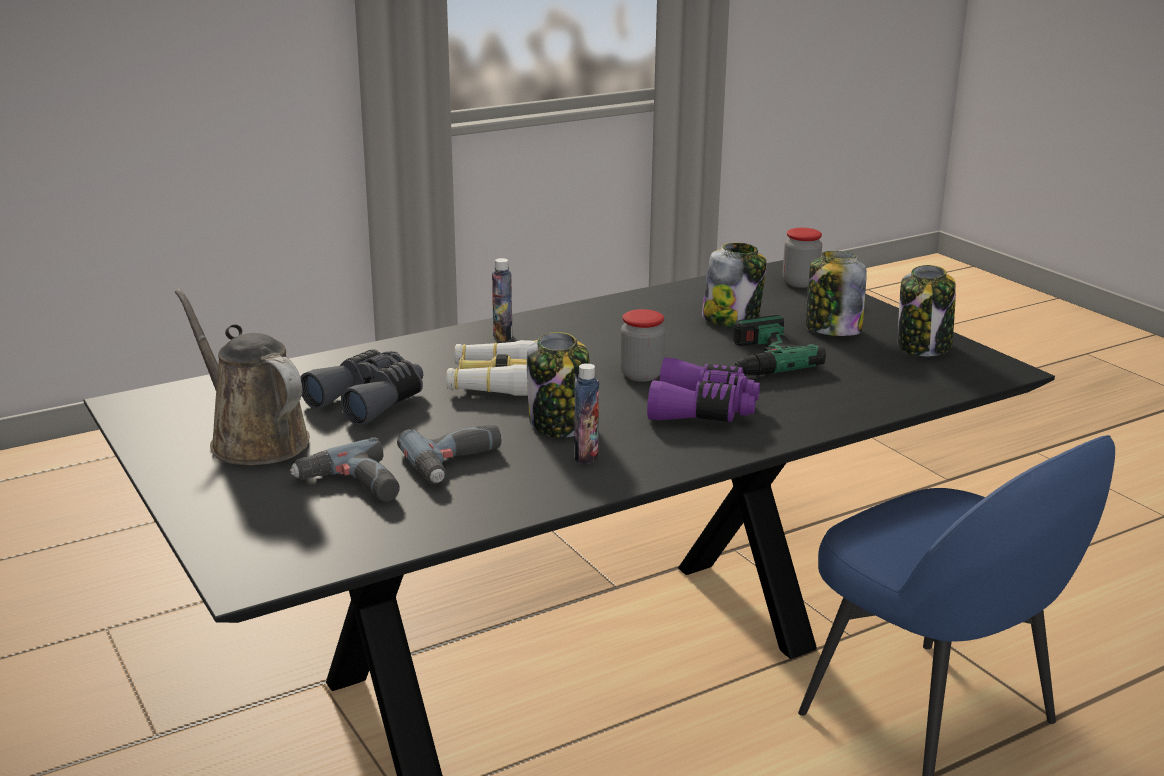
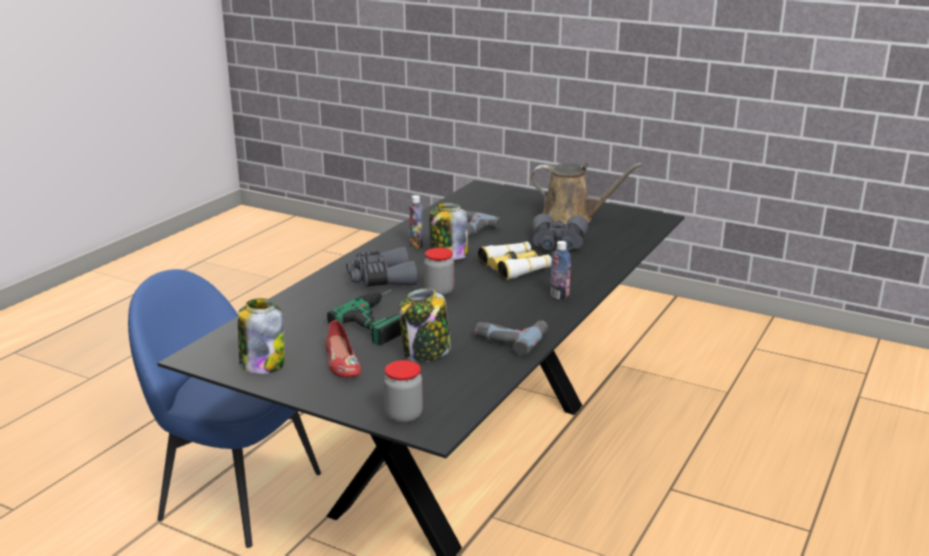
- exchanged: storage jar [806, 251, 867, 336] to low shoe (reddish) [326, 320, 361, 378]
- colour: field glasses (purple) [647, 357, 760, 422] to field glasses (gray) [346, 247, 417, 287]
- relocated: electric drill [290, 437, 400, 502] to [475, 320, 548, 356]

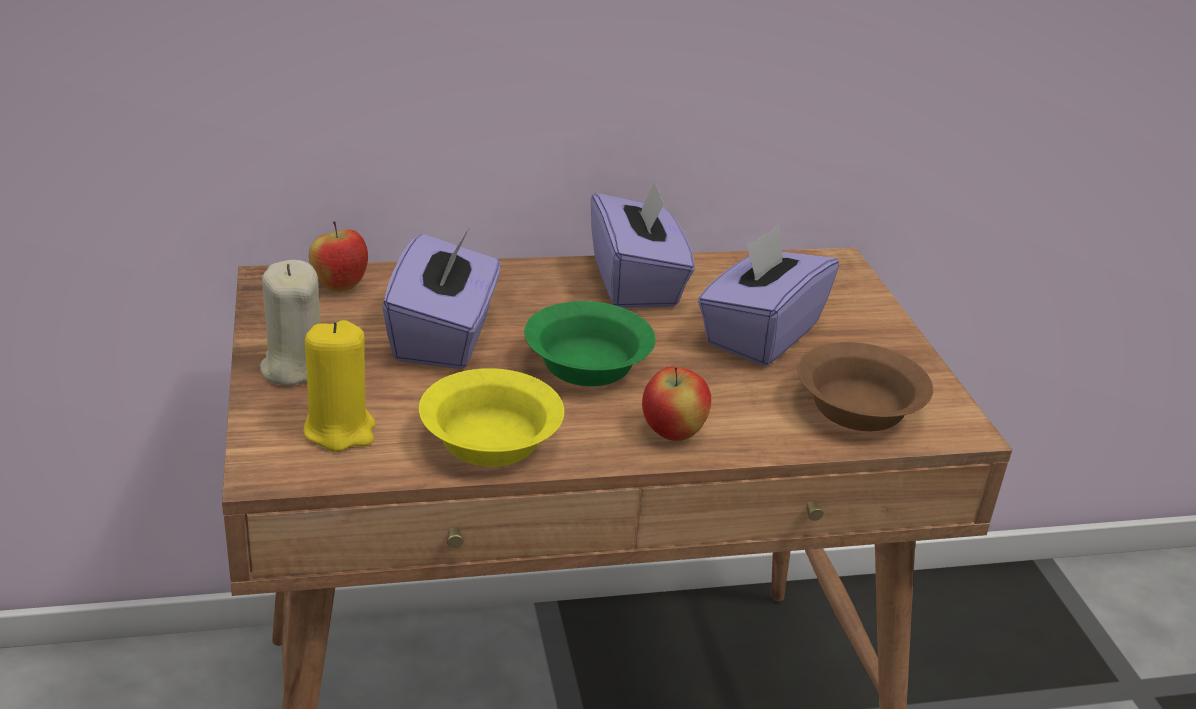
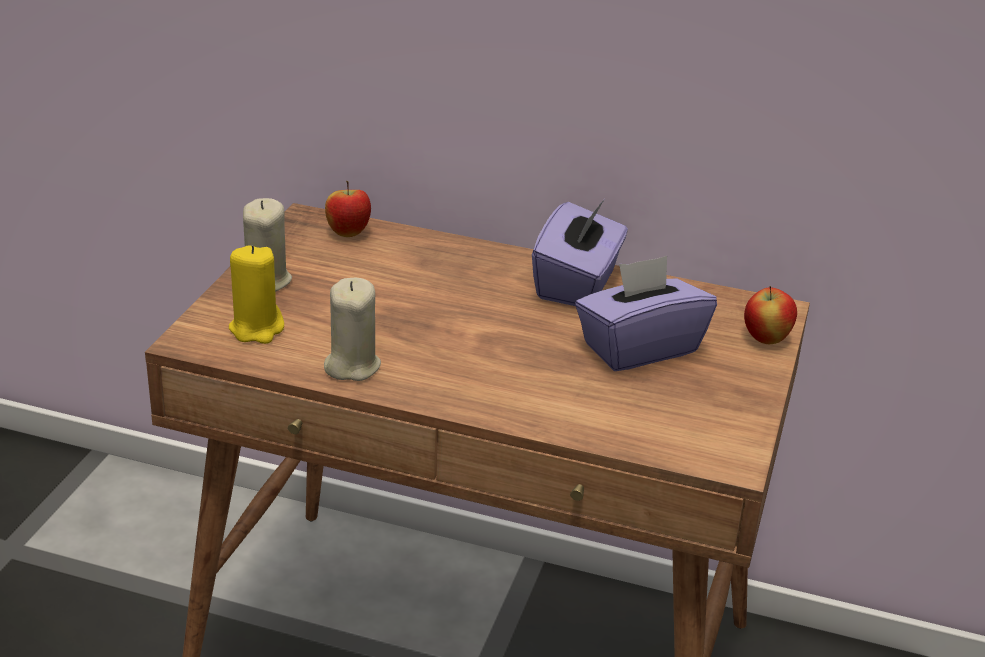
- exchanged: deep dish (yellow) [419, 368, 564, 467] to wax light (sand-coloured) [324, 278, 381, 381]
- relocated: apple [642, 367, 711, 441] to [744, 286, 797, 344]
- missing: box of tissues (purple) [382, 227, 500, 369]
- missing: deep dish (greenish) [524, 301, 656, 386]
- missing: deep dish (brownish) [798, 342, 933, 431]

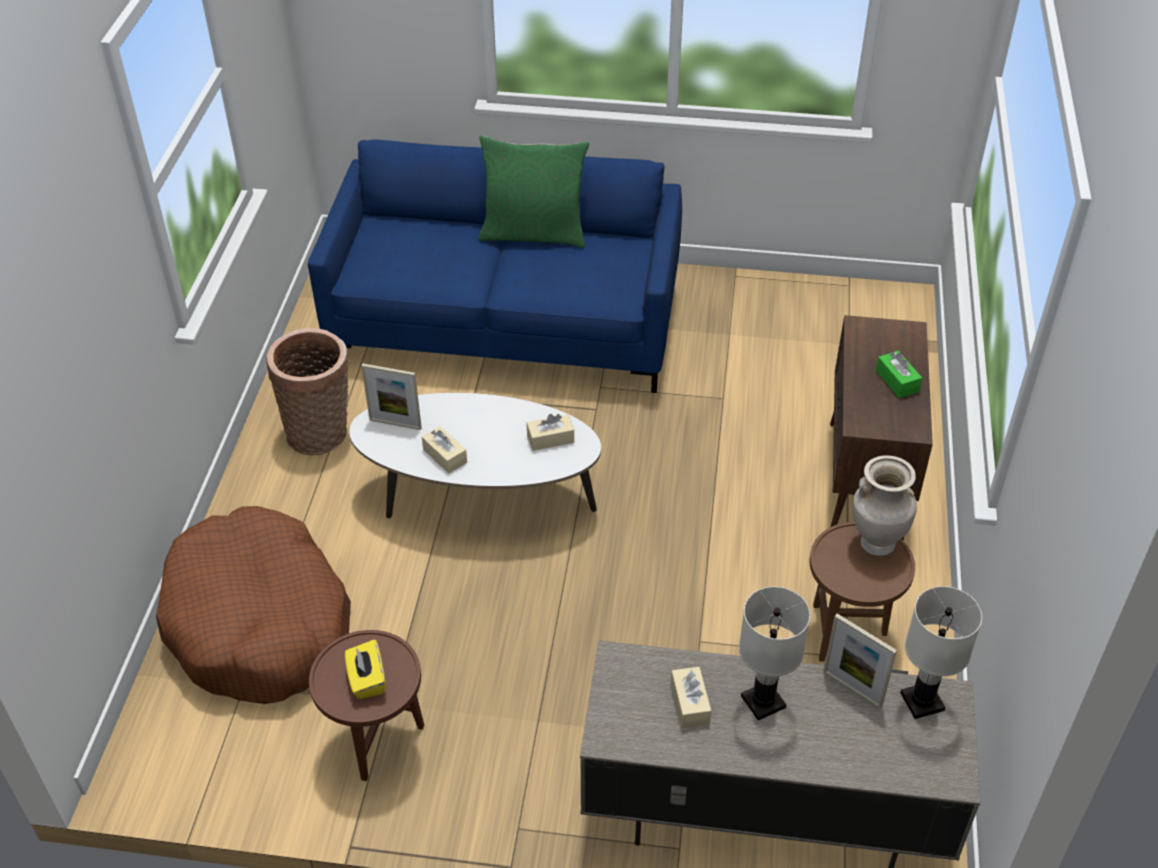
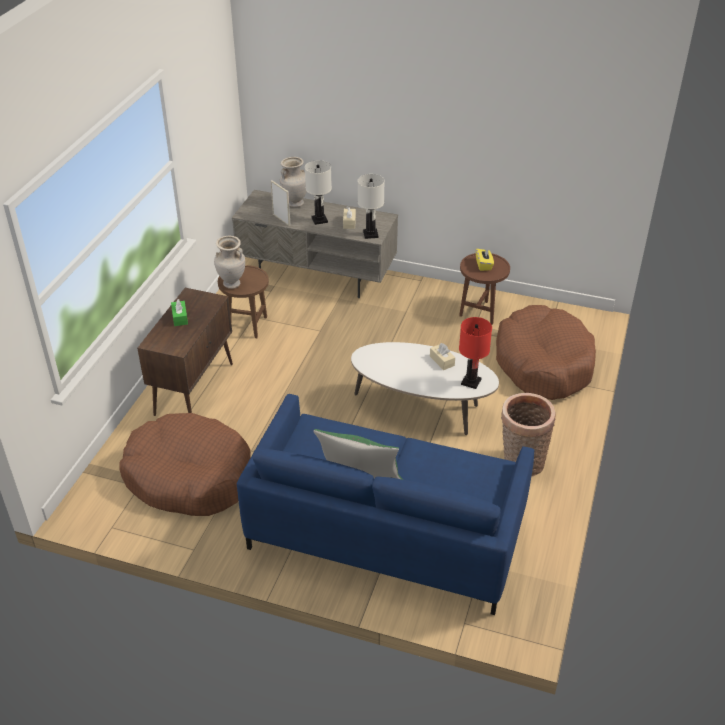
- appeared: dog bed (brownish) [119, 413, 251, 516]
- appeared: decorative vase (sand-coloured) [280, 157, 307, 207]
- relocated: tabletop lamp (white) [900, 586, 982, 719] to [358, 174, 385, 239]
- exchanged: picture frame [361, 363, 422, 430] to tabletop lamp (reddish) [459, 317, 492, 389]
- missing: box of tissues (sand-coloured) [527, 414, 574, 451]

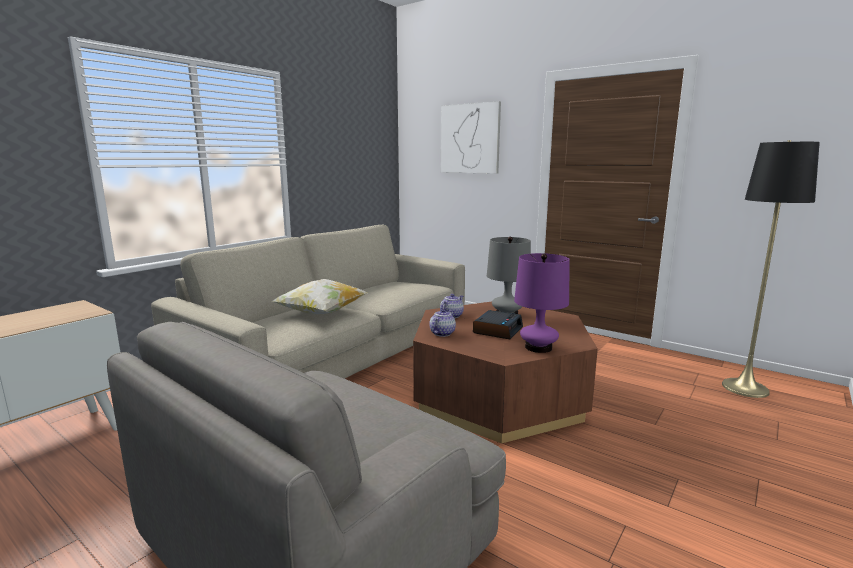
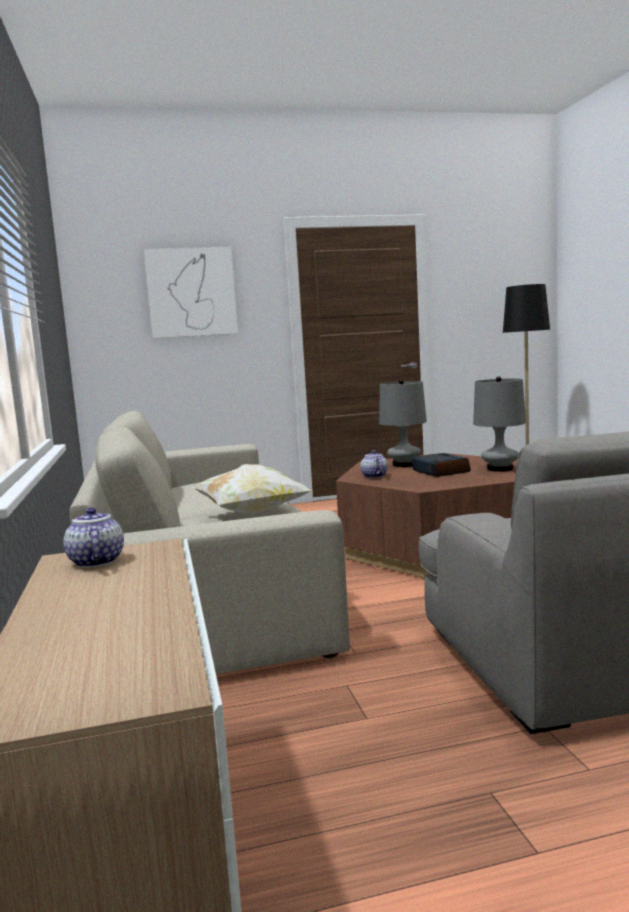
- relocated: teapot [429, 309, 456, 337] to [63, 507, 124, 568]
- colour: tabletop lamp (purple) [514, 253, 570, 353] to tabletop lamp (gray) [473, 376, 526, 472]

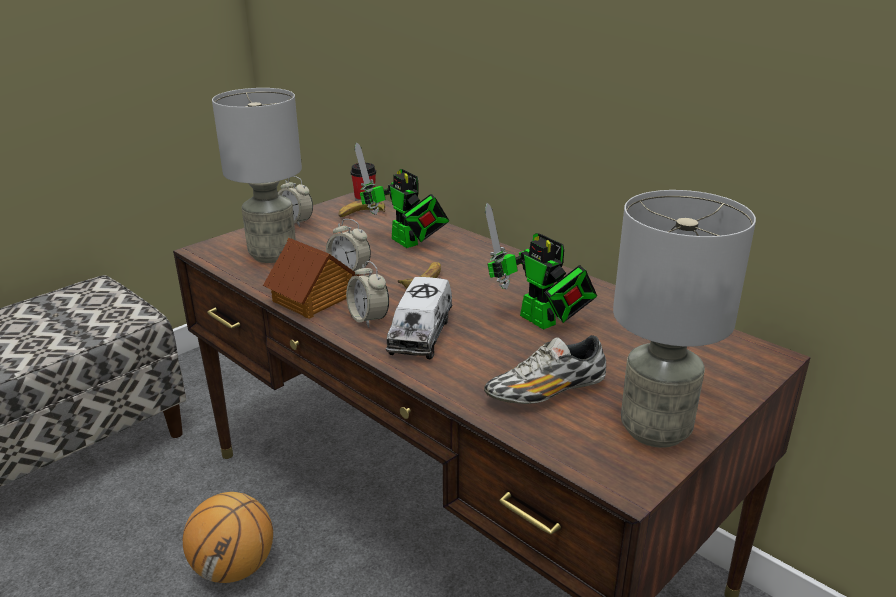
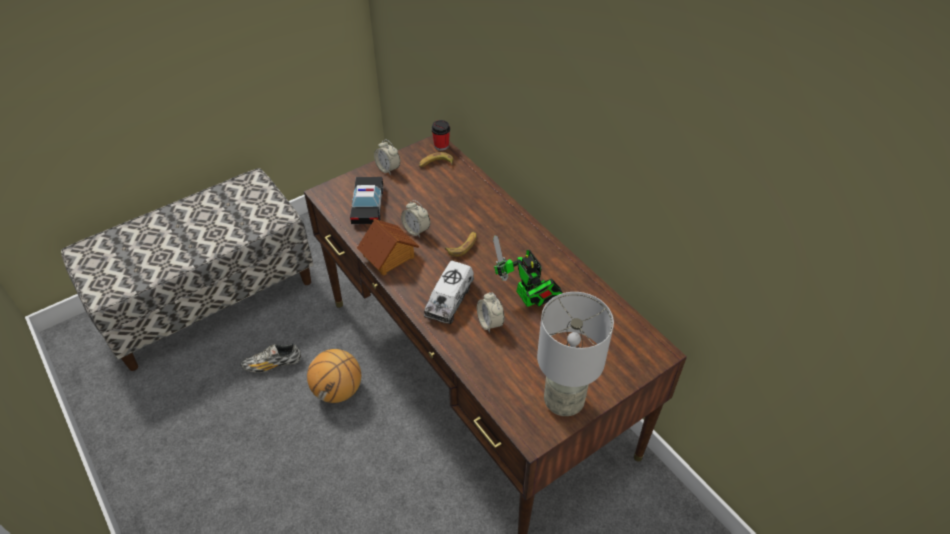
- relocated: low shoe [484, 335, 606, 404] to [241, 343, 301, 373]
- exchanged: tabletop lamp (gray) [212, 88, 302, 263] to miniature car [350, 177, 383, 224]
- relocated: alarm clock [346, 261, 389, 328] to [477, 292, 504, 333]
- missing: toy robot [354, 142, 449, 248]

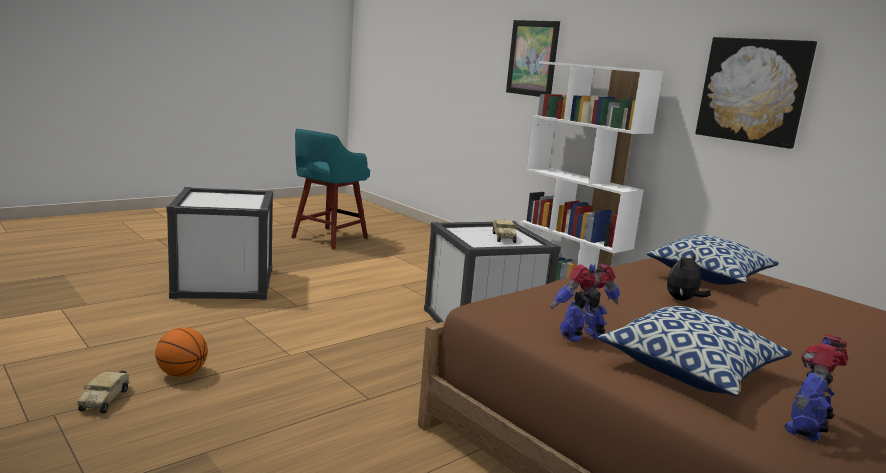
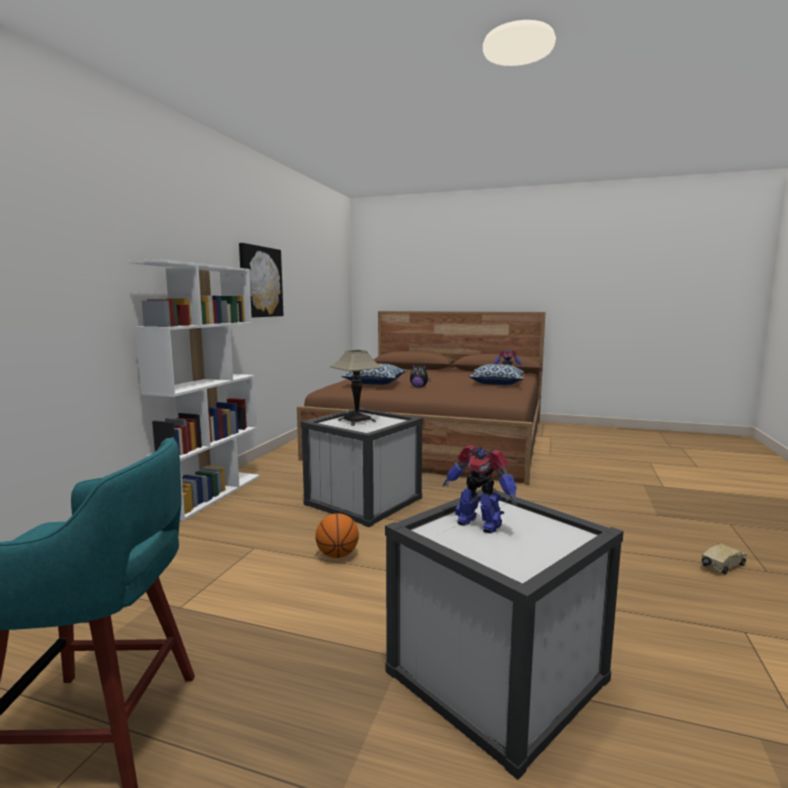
- relocated: basketball [155, 327, 208, 377] to [315, 513, 359, 558]
- exchanged: toy lorry [493, 220, 517, 243] to tabletop lamp [330, 350, 383, 426]
- relocated: toy robot [550, 263, 620, 341] to [443, 445, 517, 533]
- missing: picture [506, 20, 560, 97]

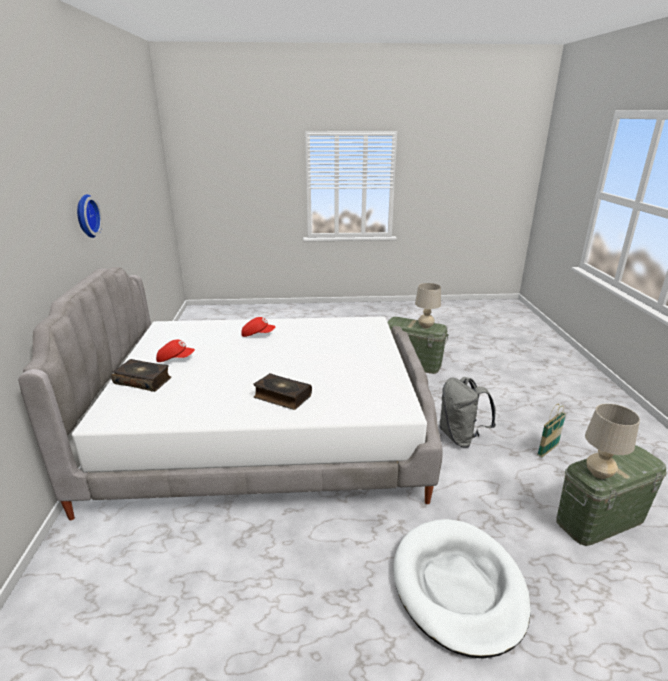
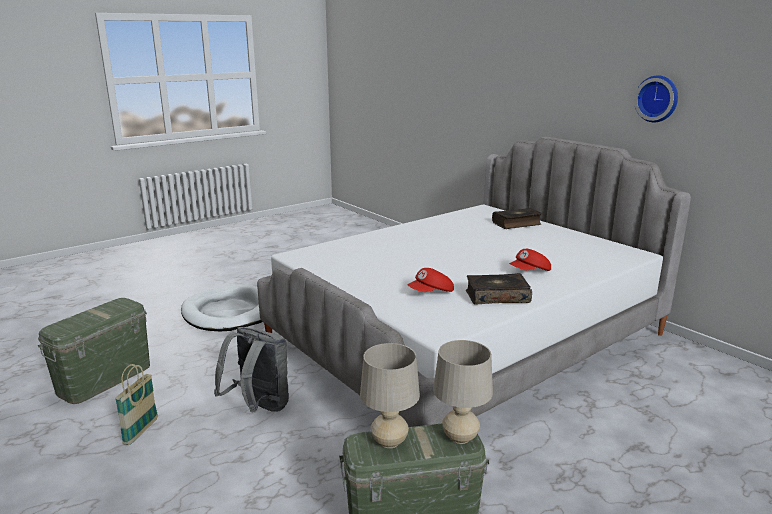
- relocated: cap (reddish) [156, 339, 195, 362] to [407, 268, 454, 292]
- relocated: tabletop lamp (sand-coloured) [585, 403, 640, 479] to [433, 340, 493, 444]
- relocated: book [253, 373, 312, 410] to [466, 273, 532, 304]

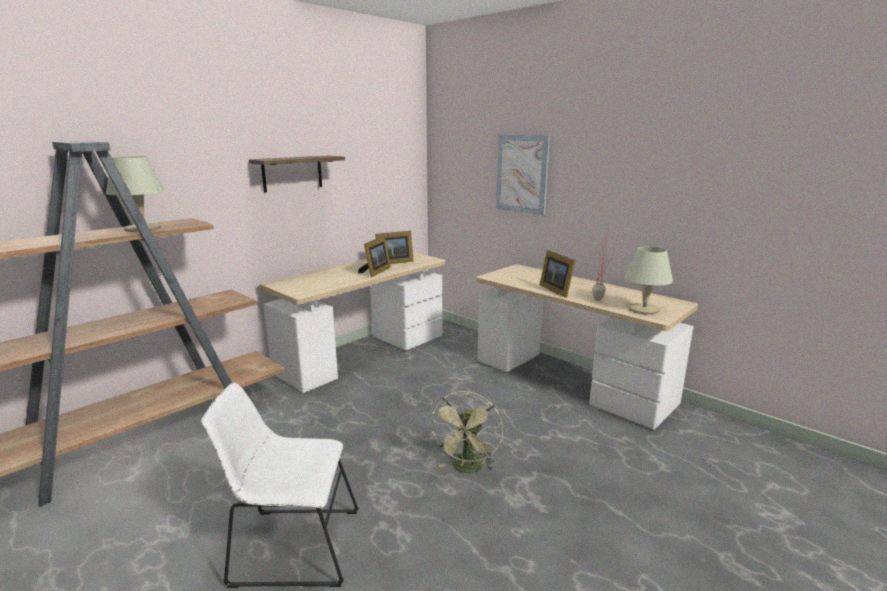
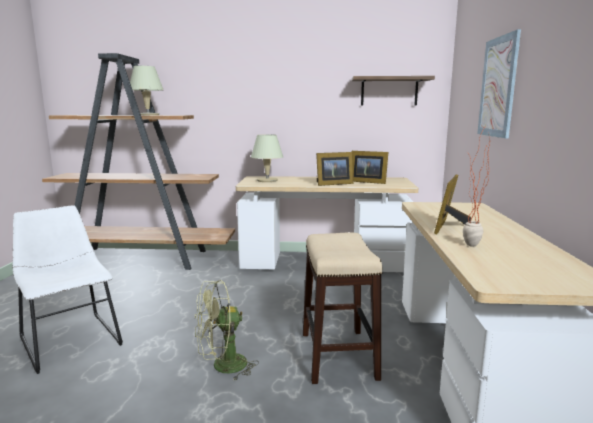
- relocated: tabletop lamp (sand-coloured) [624, 246, 673, 315] to [251, 134, 283, 182]
- appeared: stool [303, 232, 383, 384]
- relocated: shelf [249, 156, 345, 192] to [352, 76, 435, 106]

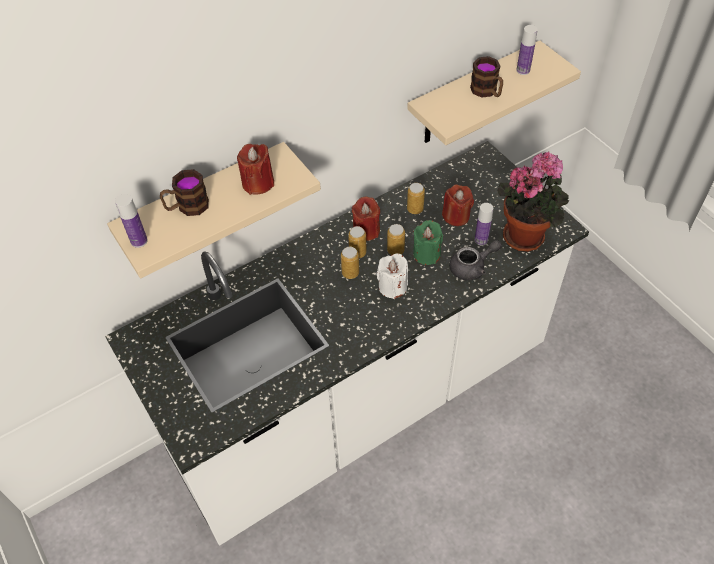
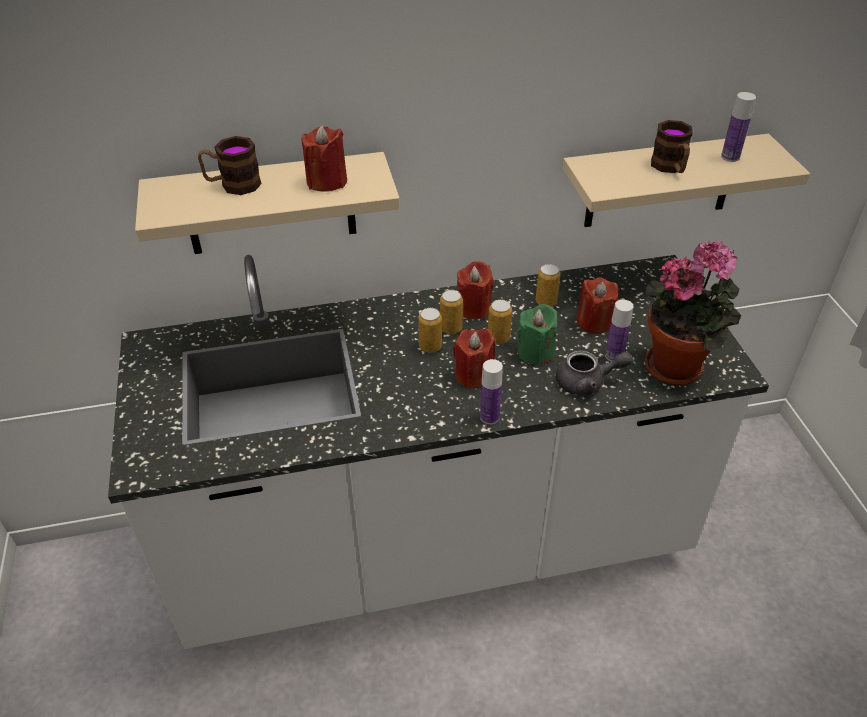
- colour: wax light (white) [376, 253, 408, 299] to wax light (reddish) [453, 329, 495, 389]
- relocated: drink bottle [115, 194, 148, 248] to [480, 359, 503, 425]

